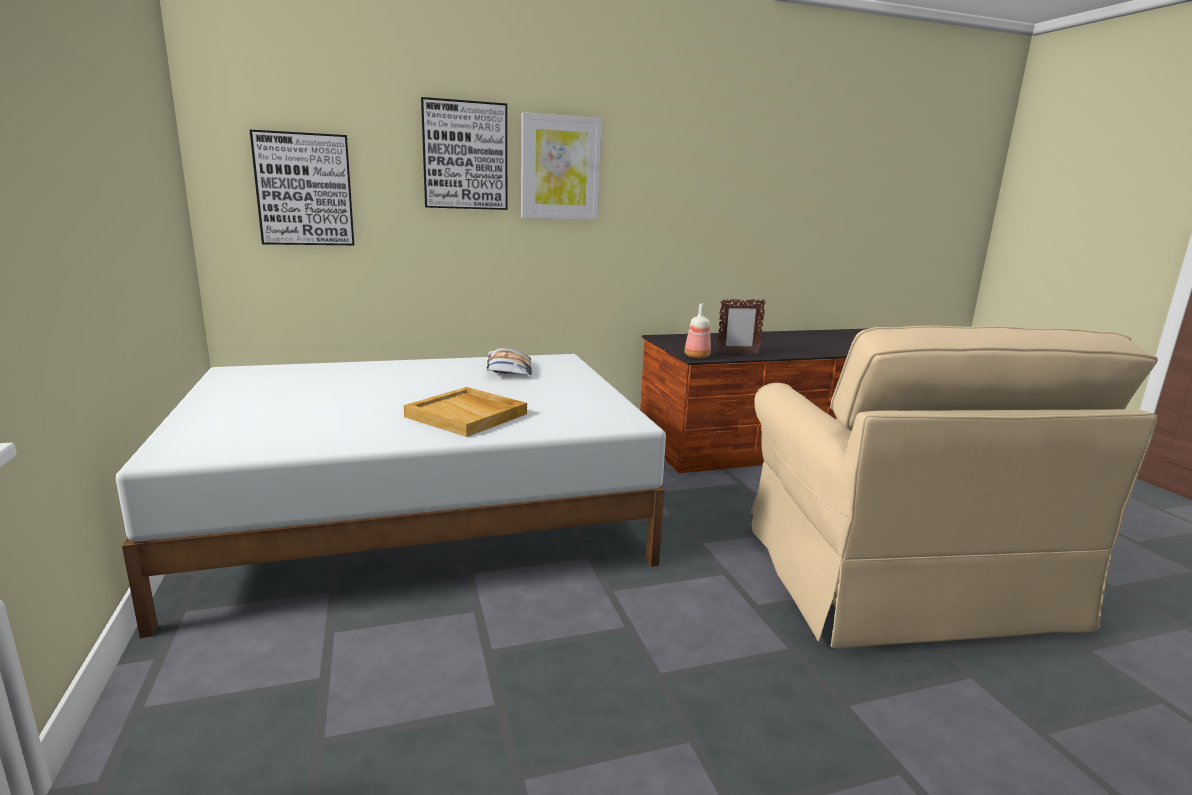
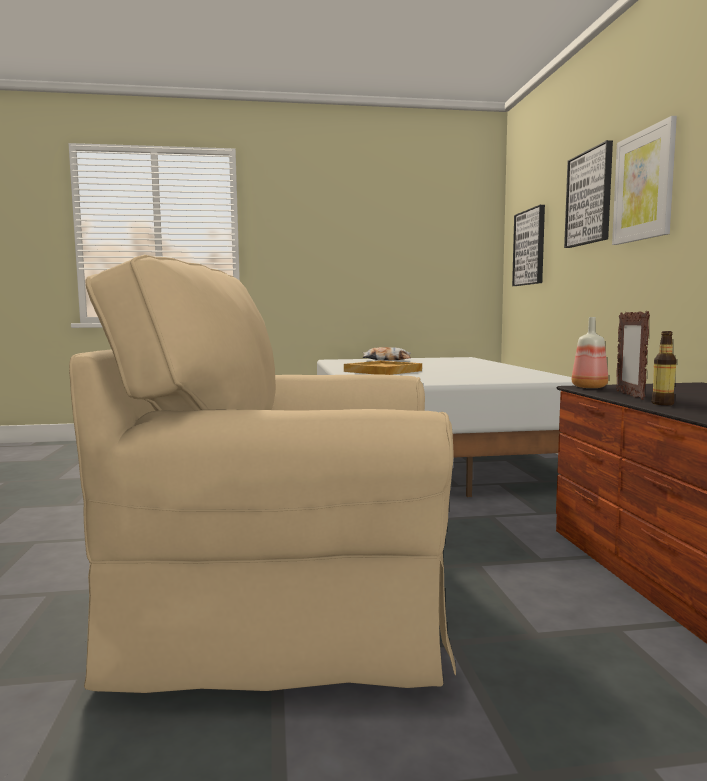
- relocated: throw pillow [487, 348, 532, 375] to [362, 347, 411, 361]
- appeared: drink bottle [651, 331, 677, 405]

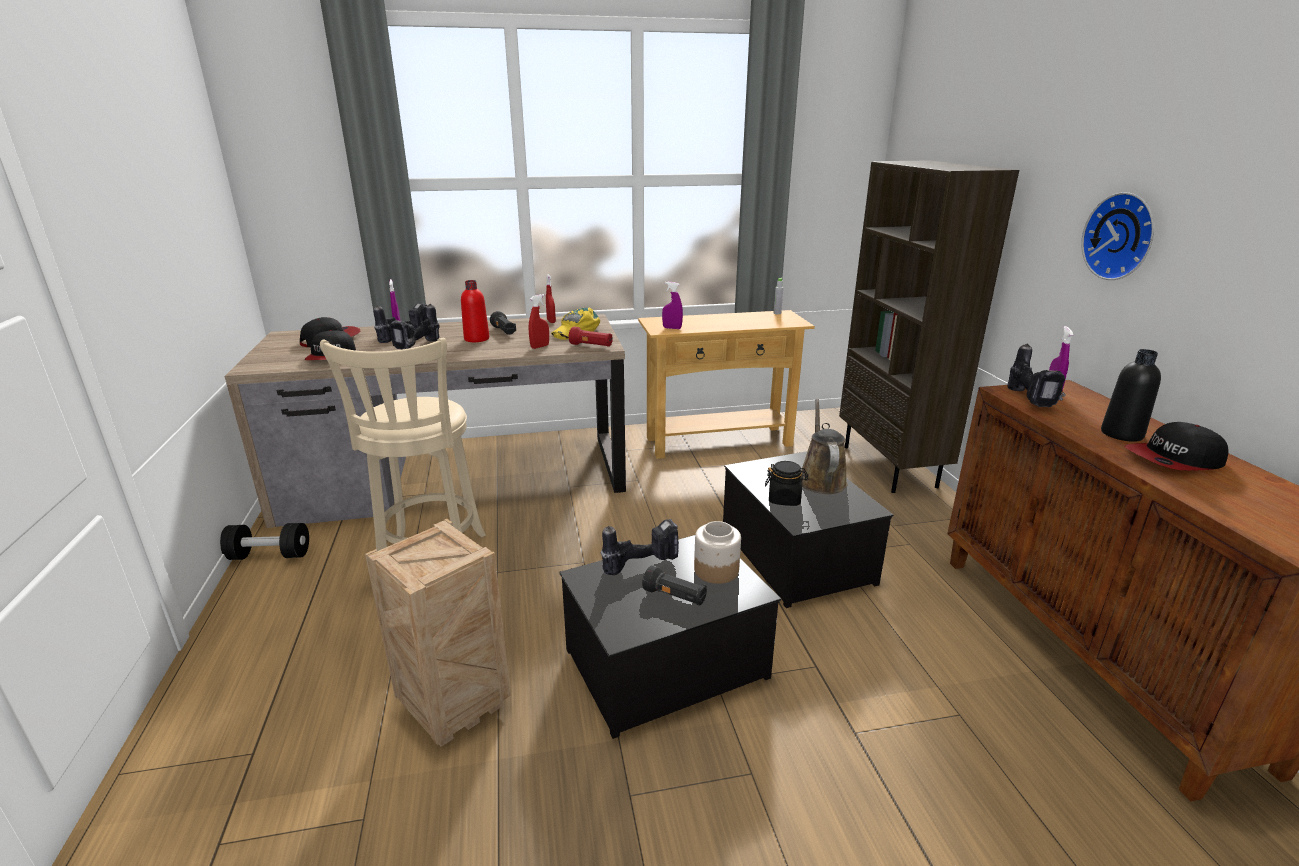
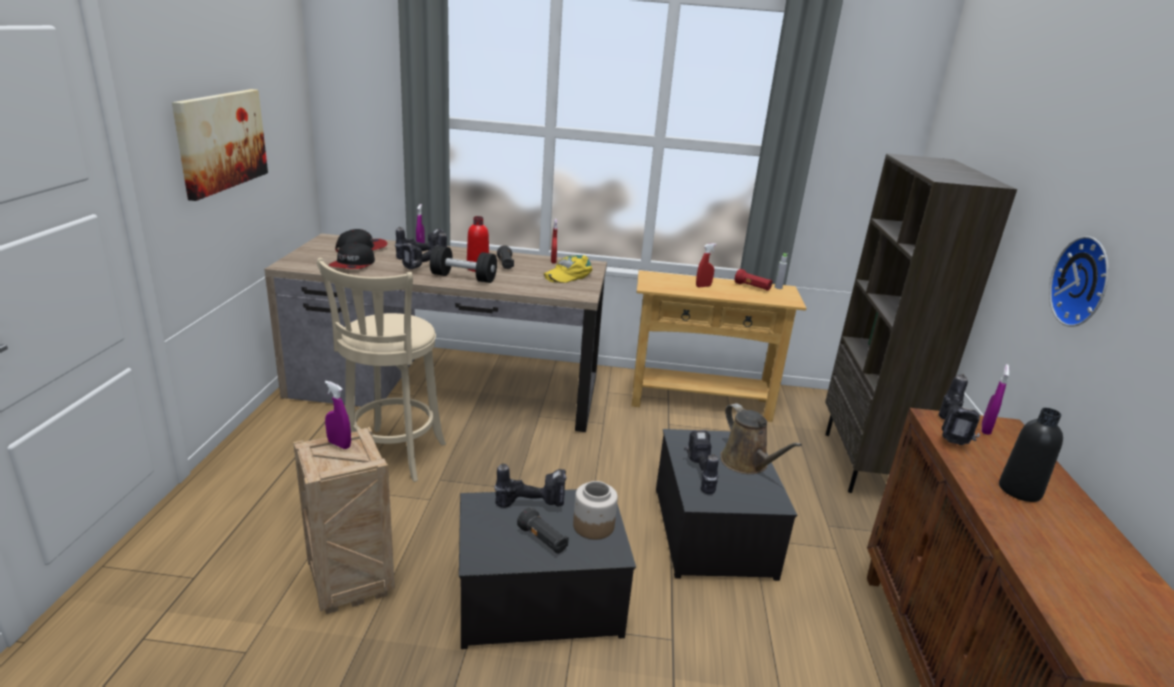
- appeared: picture [172, 89, 268, 201]
- relocated: spray bottle (purple) [662, 282, 683, 329] to [325, 381, 351, 449]
- relocated: free weight (blackish) [220, 523, 309, 560] to [430, 246, 497, 283]
- exchanged: storage jar (blackish) [765, 461, 808, 506] to electric drill [684, 430, 718, 495]
- relocated: spray bottle (reddish) [529, 294, 549, 349] to [696, 243, 716, 287]
- spun: sprinkling can (brownish) [801, 399, 847, 494] = [720, 403, 802, 474] 135 degrees clockwise
- relocated: hand torch (reddish) [569, 327, 613, 347] to [735, 269, 772, 291]
- missing: cap [1125, 422, 1229, 471]

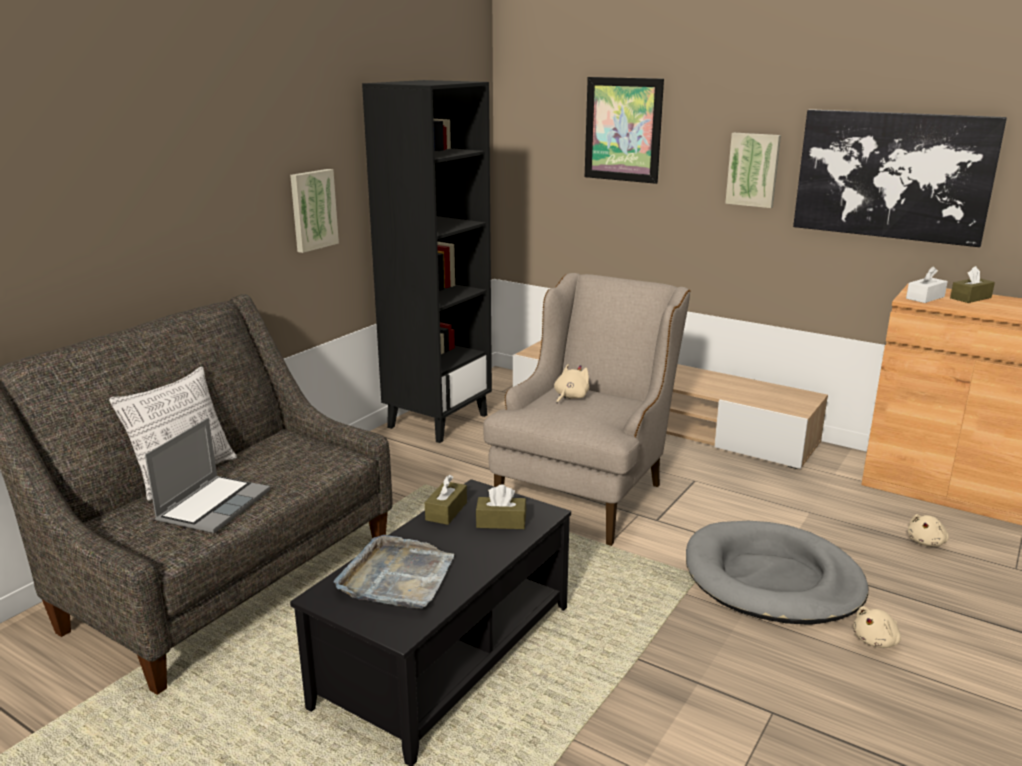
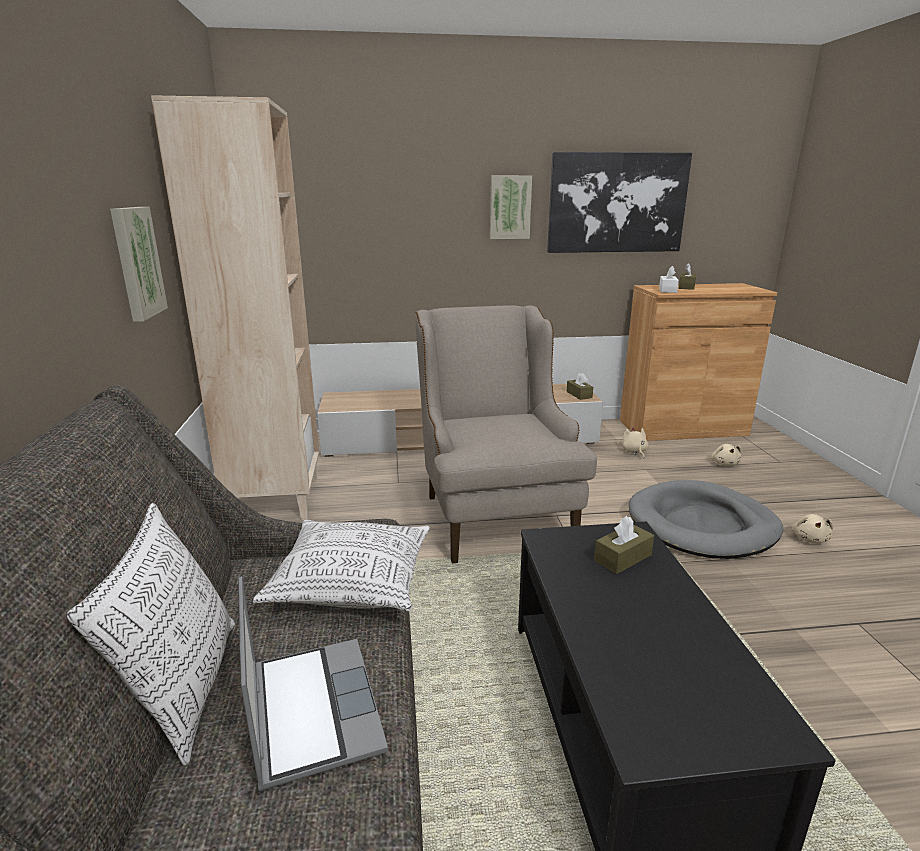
- colour: shelving unit (blackish) [362, 80, 492, 443] to shelving unit (sand-coloured) [151, 95, 319, 520]
- appeared: throw pillow [253, 519, 430, 611]
- relocated: box of tissues (brownish) [425, 475, 467, 525] to [566, 373, 593, 400]
- relocated: soft toy (sand-coloured) [554, 364, 590, 404] to [622, 427, 649, 459]
- missing: tray (gray) [333, 535, 455, 609]
- missing: picture [585, 77, 664, 184]

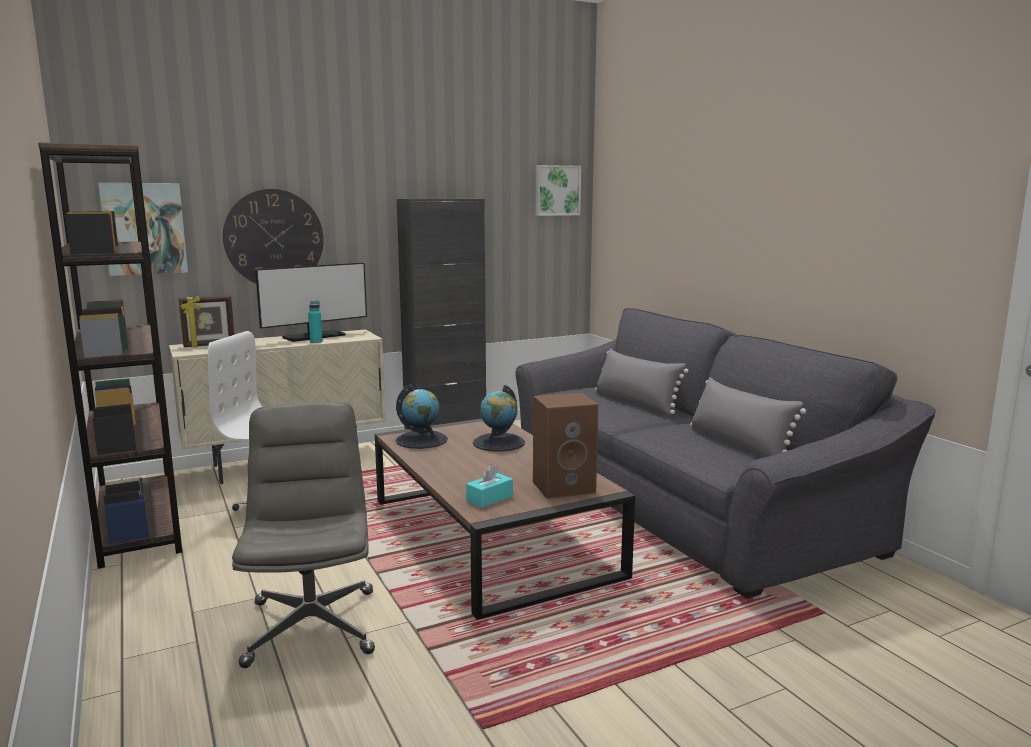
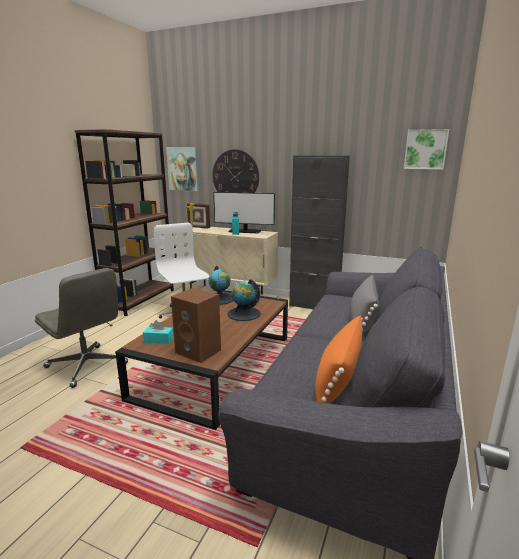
- spun: desk chair (gray) [232, 402, 375, 668] = [35, 268, 128, 388] 90 degrees clockwise
- colour: throw pillow (gray) [690, 377, 806, 457] to throw pillow (orangey) [315, 315, 363, 403]

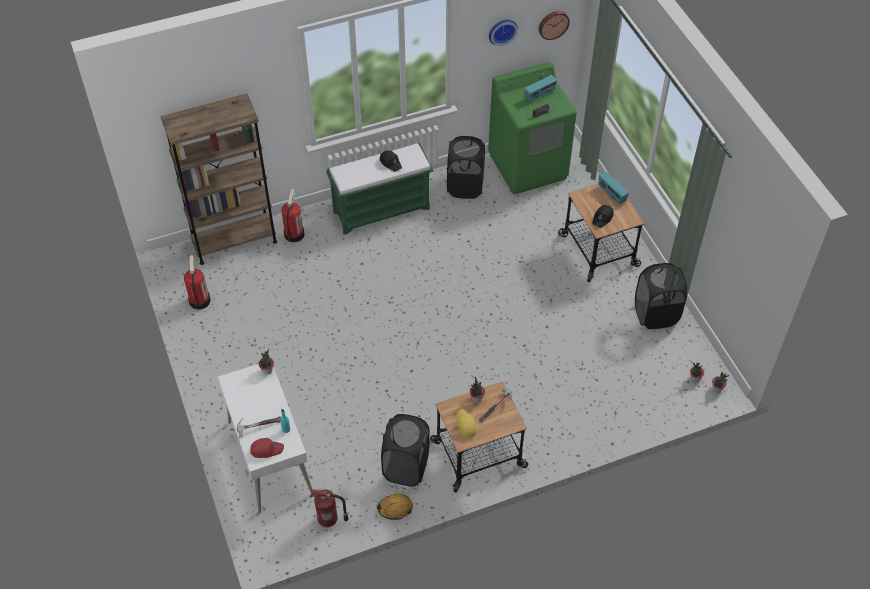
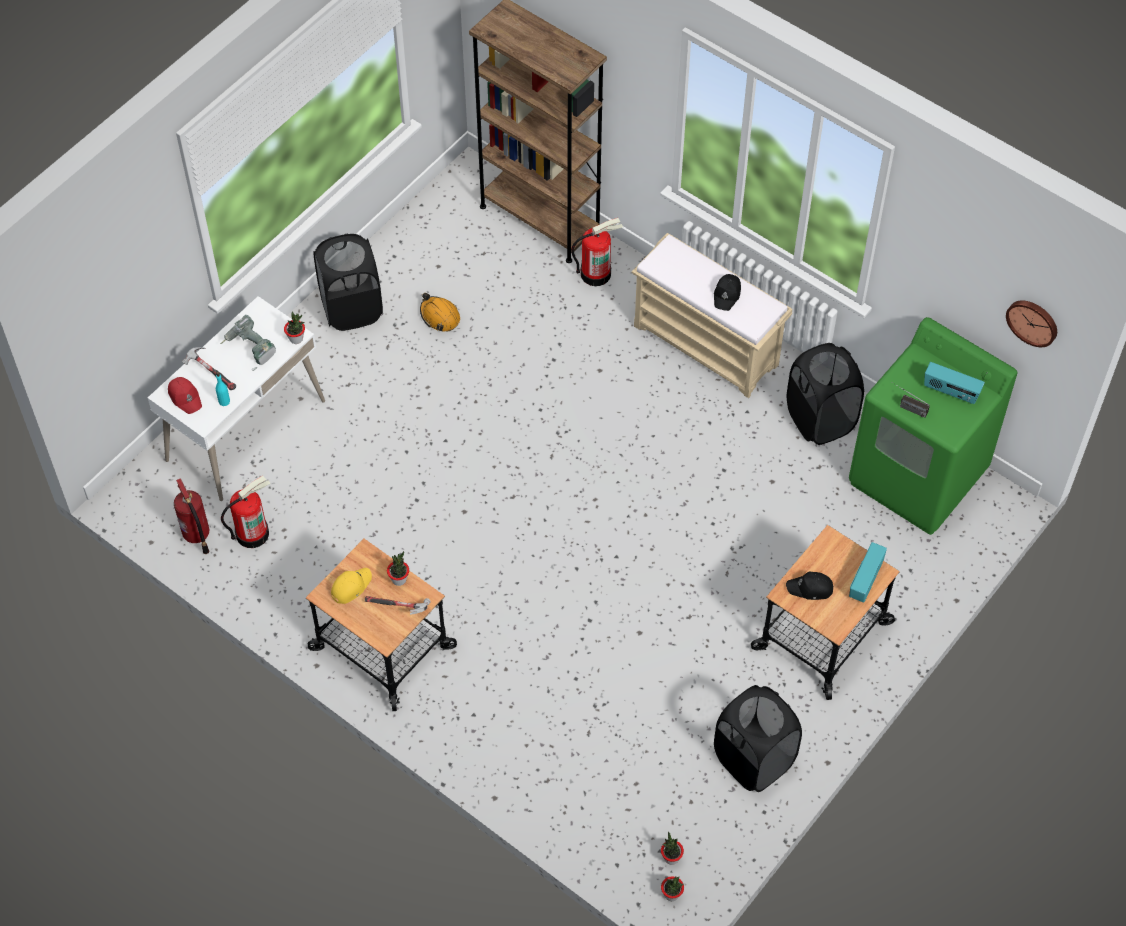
- appeared: electric drill [220, 315, 276, 371]
- relocated: extinguisher [184, 255, 211, 309] to [221, 476, 270, 548]
- relocated: laundry basket (blackish) [381, 414, 430, 487] to [314, 234, 383, 331]
- relocated: work helmet (orangey) [376, 493, 413, 520] to [420, 293, 460, 332]
- colour: long seat (greenish) [326, 143, 433, 235] to long seat (sand-coloured) [632, 233, 792, 398]
- missing: clock on the wall [489, 19, 518, 46]

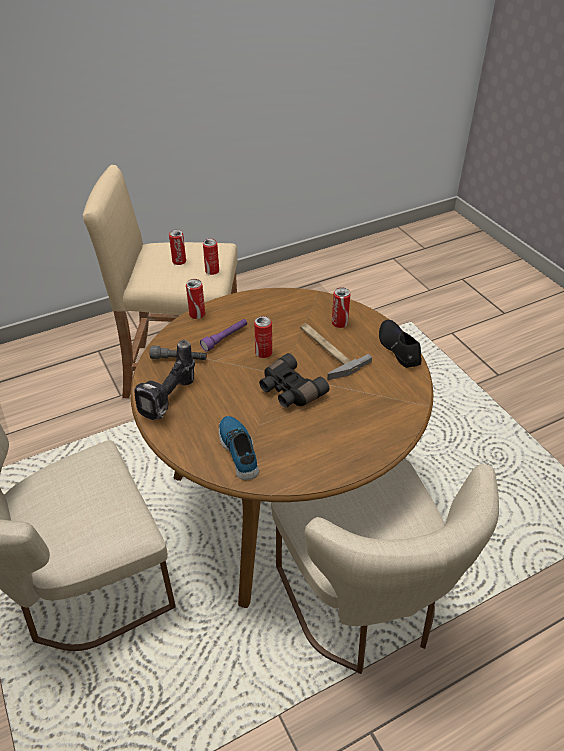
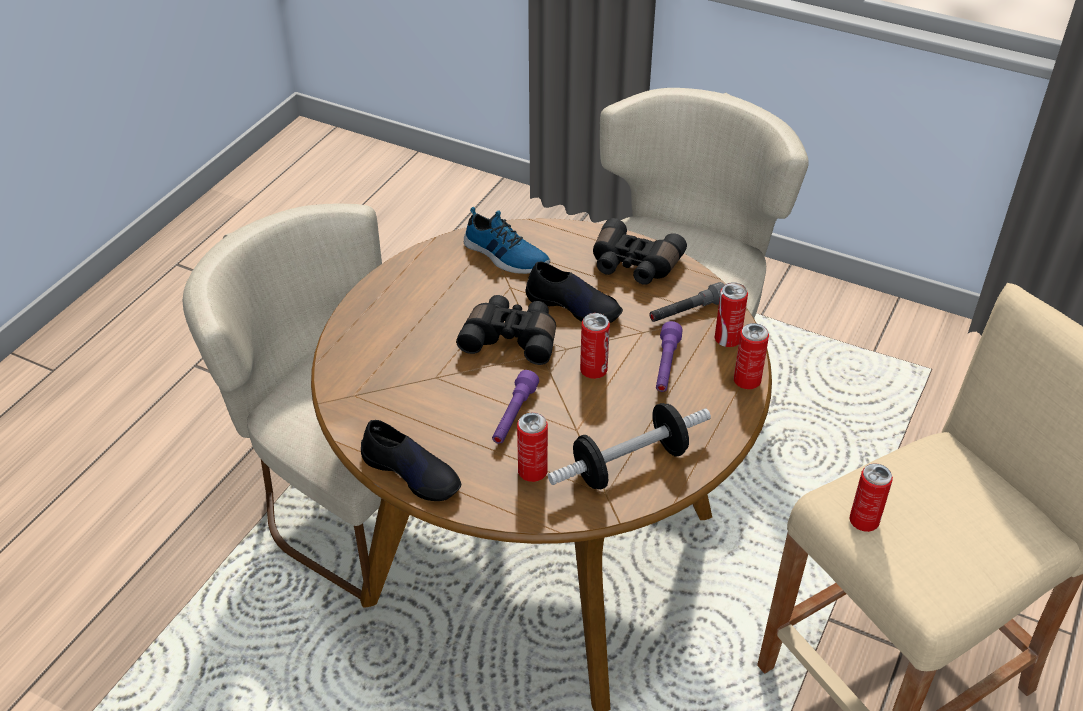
- exchanged: hammer [300, 323, 372, 380] to hand torch (purple) [492, 370, 539, 444]
- appeared: low shoe (blackish) [526, 262, 623, 323]
- appeared: free weight [548, 403, 711, 489]
- exchanged: electric drill [134, 340, 195, 420] to field glasses (blackish) [593, 218, 687, 285]
- relocated: sealed can [169, 229, 186, 265] to [714, 282, 748, 347]

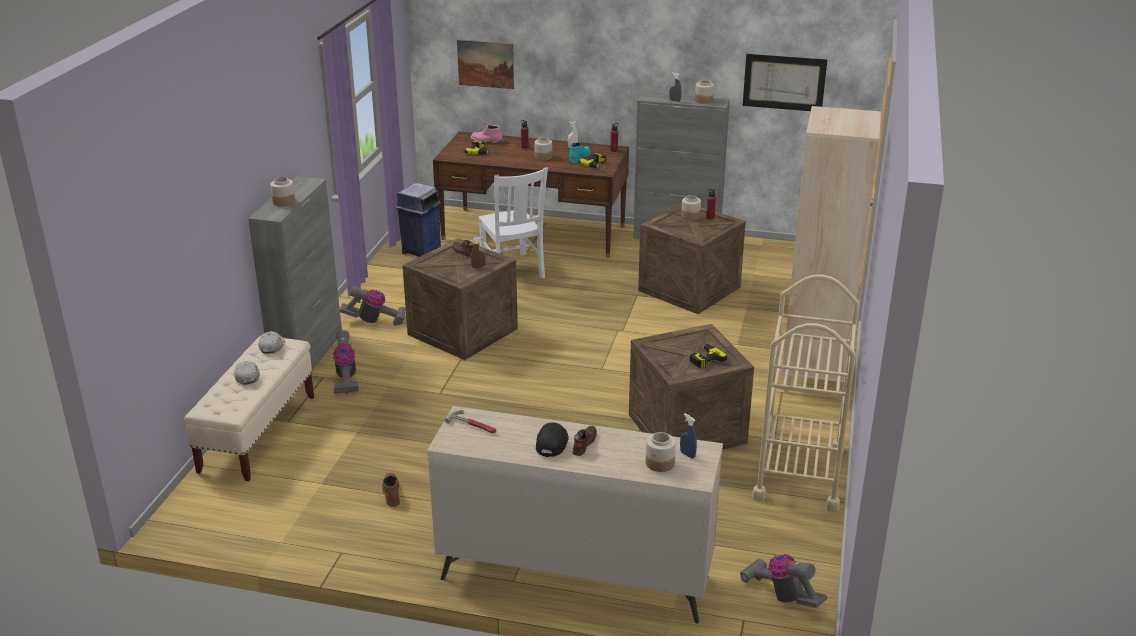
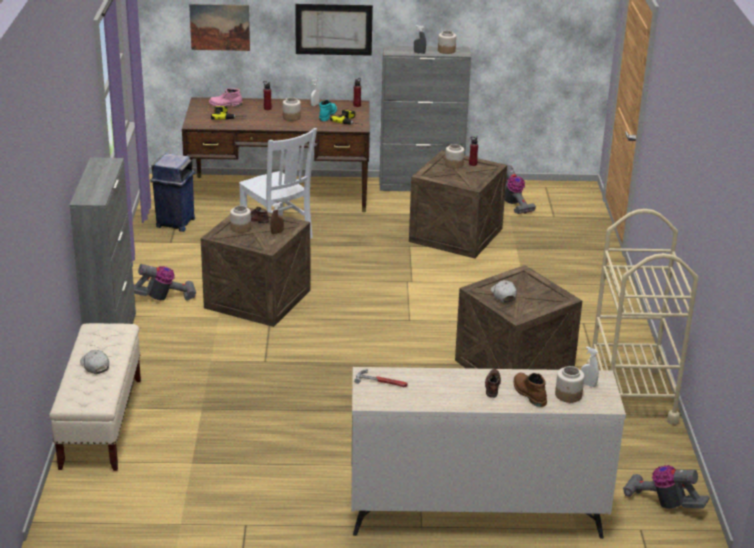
- relocated: storage jar [270, 177, 295, 206] to [230, 206, 251, 233]
- relocated: picture [743, 54, 827, 111] to [295, 4, 373, 56]
- relocated: cap (white) [258, 331, 285, 354] to [491, 280, 517, 303]
- relocated: vacuum [333, 330, 359, 393] to [505, 165, 536, 214]
- relocated: boot (brownish) [382, 473, 400, 507] to [513, 373, 547, 407]
- colour: spray bottle (blue-coloured) [680, 413, 697, 459] to spray bottle (white) [581, 346, 599, 387]
- missing: cap (blackish) [536, 422, 569, 457]
- missing: electric drill [690, 339, 727, 368]
- missing: shelving unit (sand-coloured) [782, 106, 881, 401]

